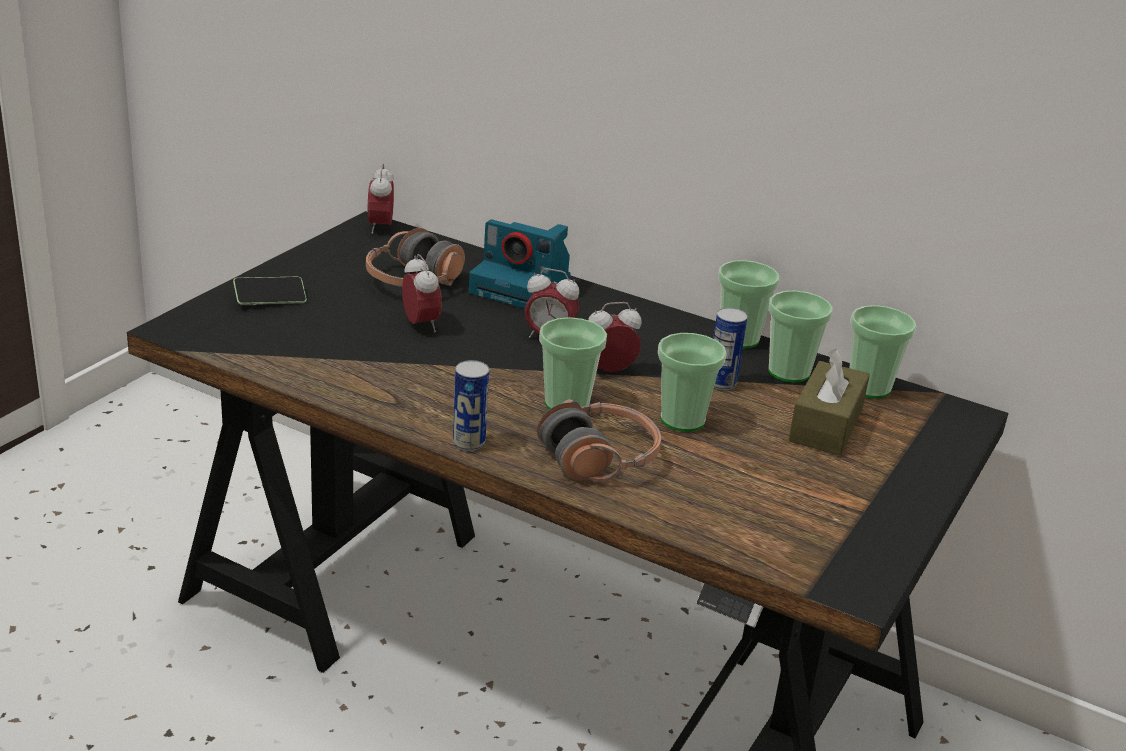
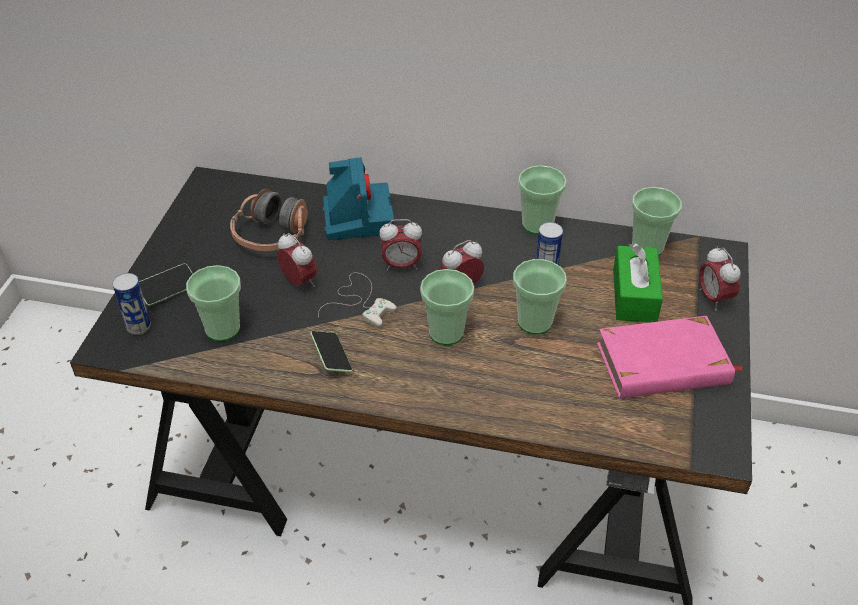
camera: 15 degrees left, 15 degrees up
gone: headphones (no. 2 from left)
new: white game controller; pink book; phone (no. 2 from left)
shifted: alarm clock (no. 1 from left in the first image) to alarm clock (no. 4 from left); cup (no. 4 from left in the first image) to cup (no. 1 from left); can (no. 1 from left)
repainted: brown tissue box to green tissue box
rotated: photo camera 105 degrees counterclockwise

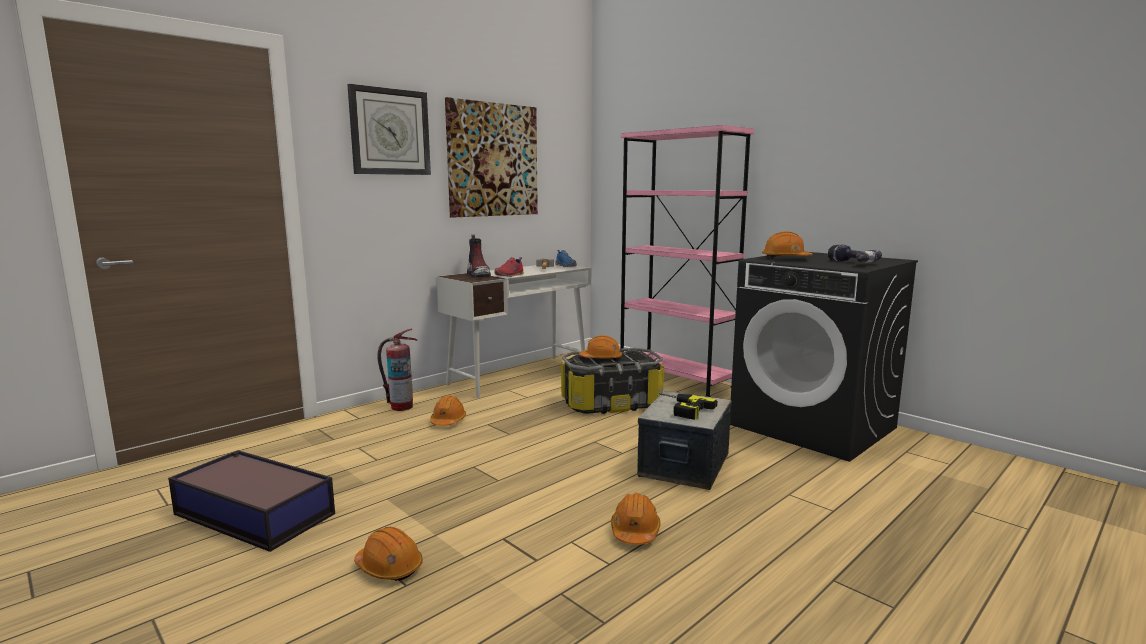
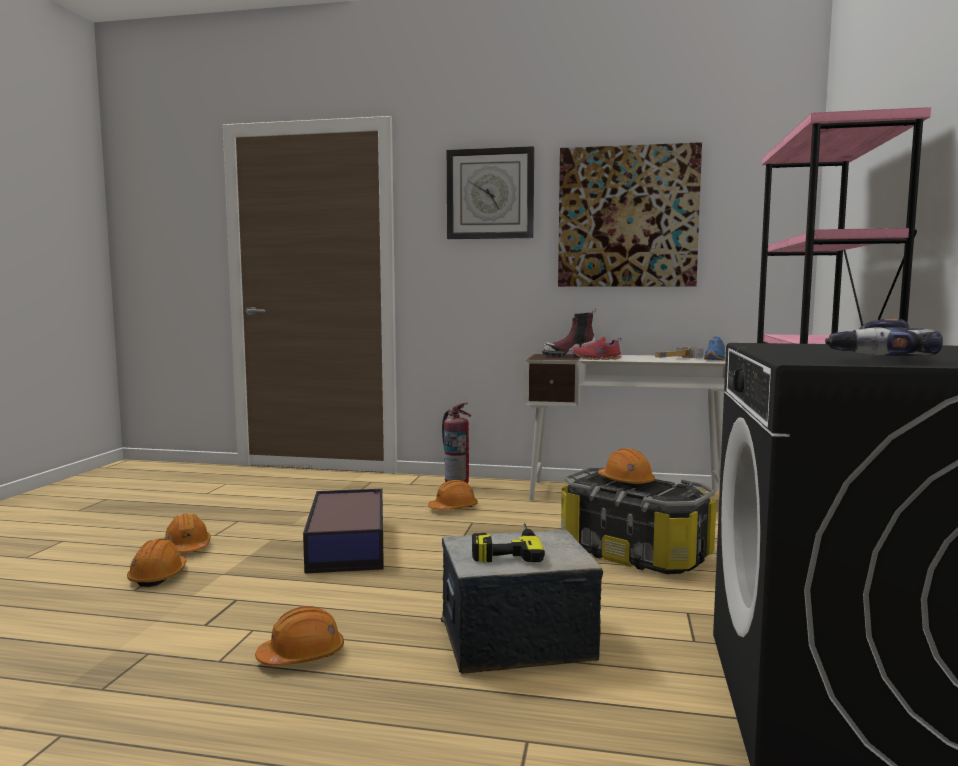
camera: 55 degrees right, 5 degrees down
shifted: orange hard hat (no. 5 from left in the first image) to orange hard hat (no. 2 from left); storage box (no. 1 from left)
rotated: boot 60 degrees clockwise

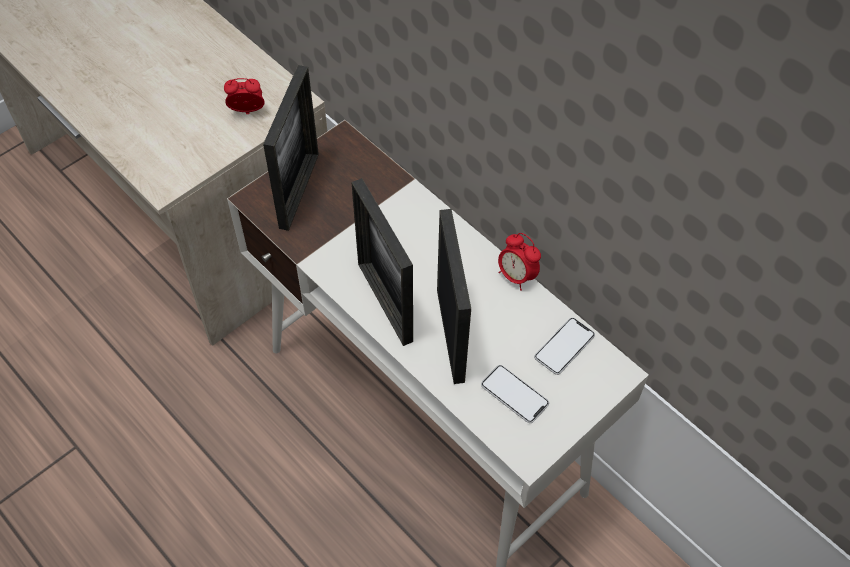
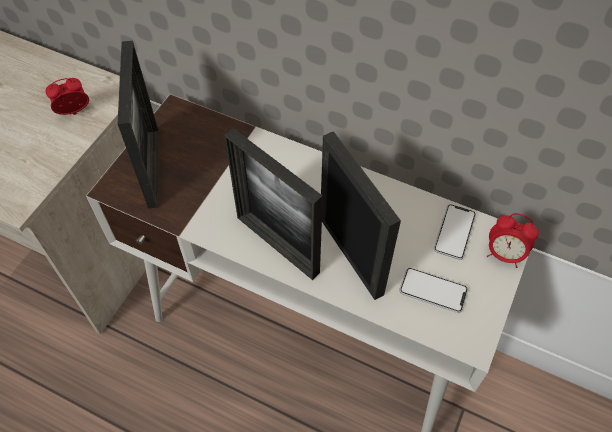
camera: 20 degrees left, 0 degrees up
shifted: alarm clock (no. 2 from left)

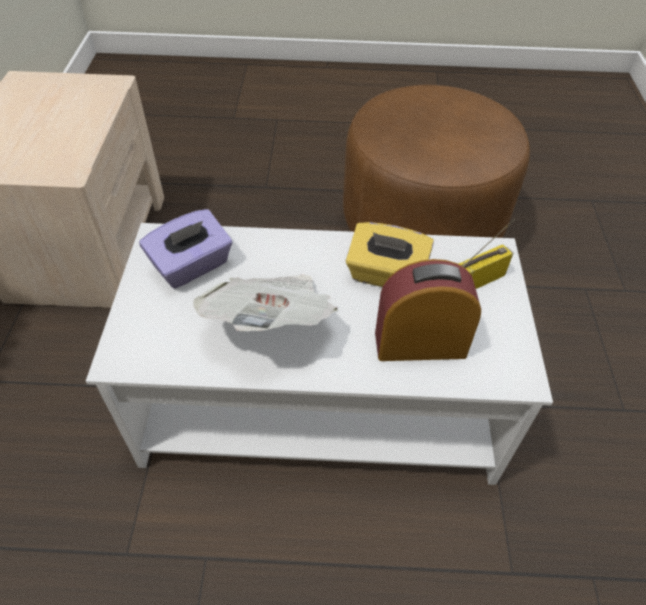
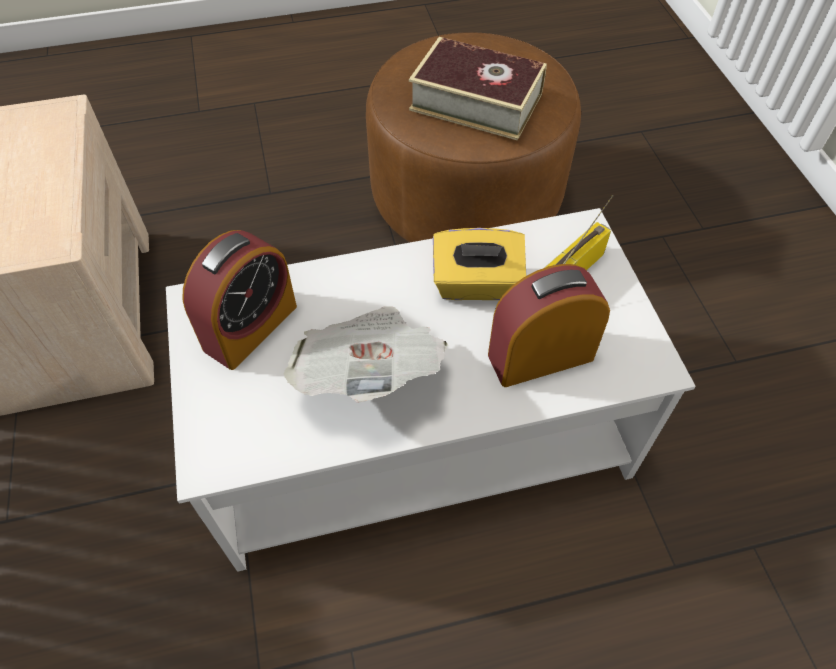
camera: 15 degrees left, 5 degrees up
new: book
swapped: purple tissue box to alarm clock (no. 1 from left)

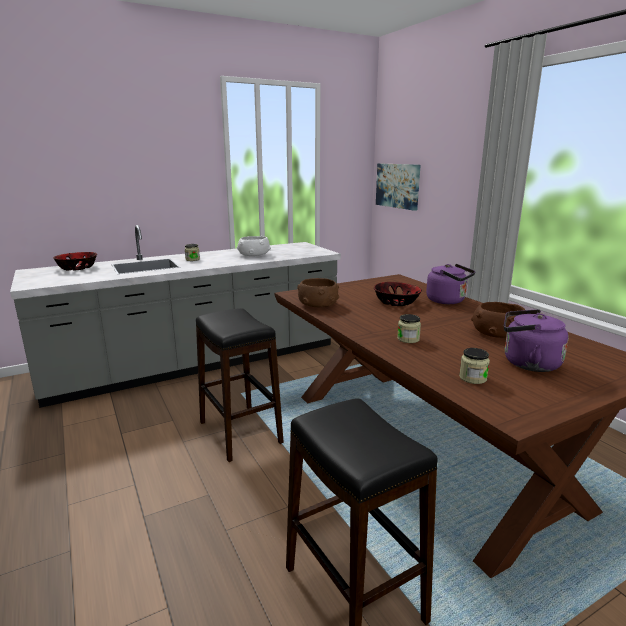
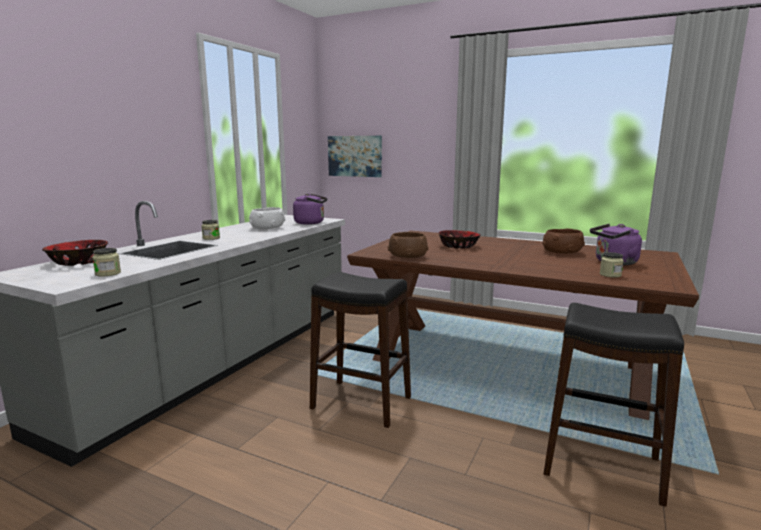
camera: 35 degrees left, 5 degrees down
shifted: purple kettle (no. 1 from left); jar (no. 2 from left in the first image) to jar (no. 1 from left)

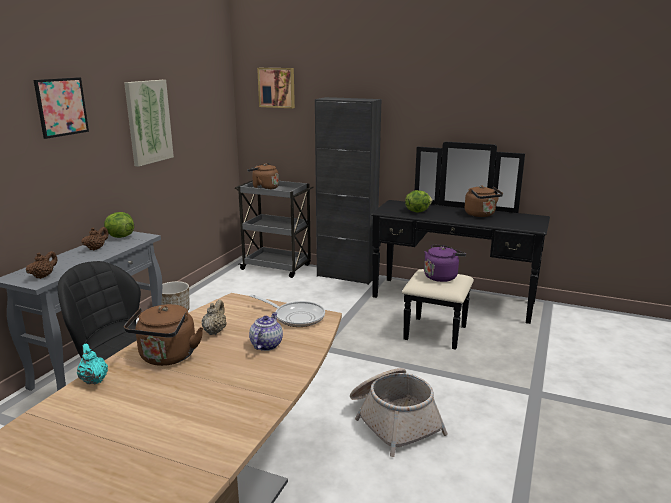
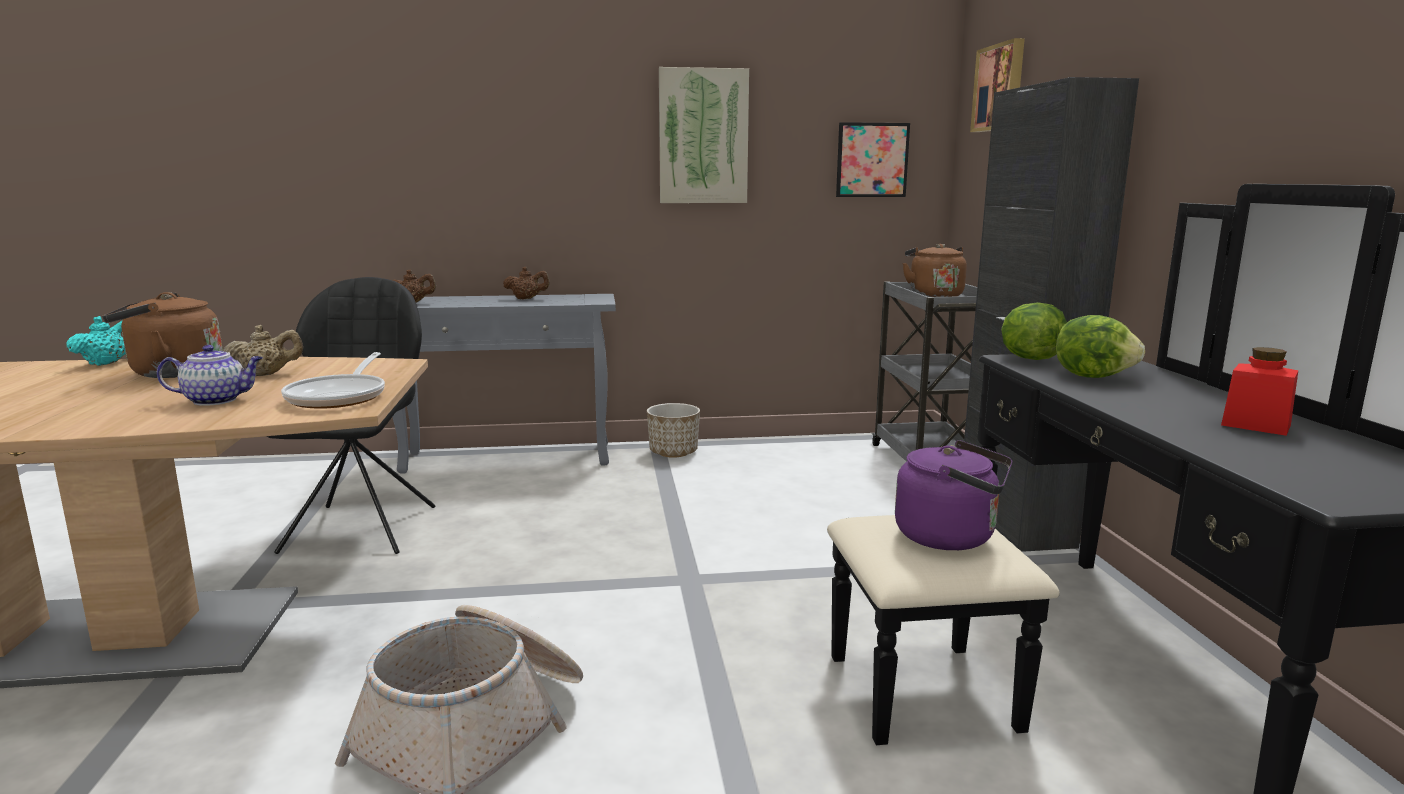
camera: 60 degrees right, 5 degrees down
shifted: picture (no. 1 from left in the first image) to picture (no. 2 from left); lettuce (no. 1 from left)
swapped: brown kettle (no. 3 from left) to red jar

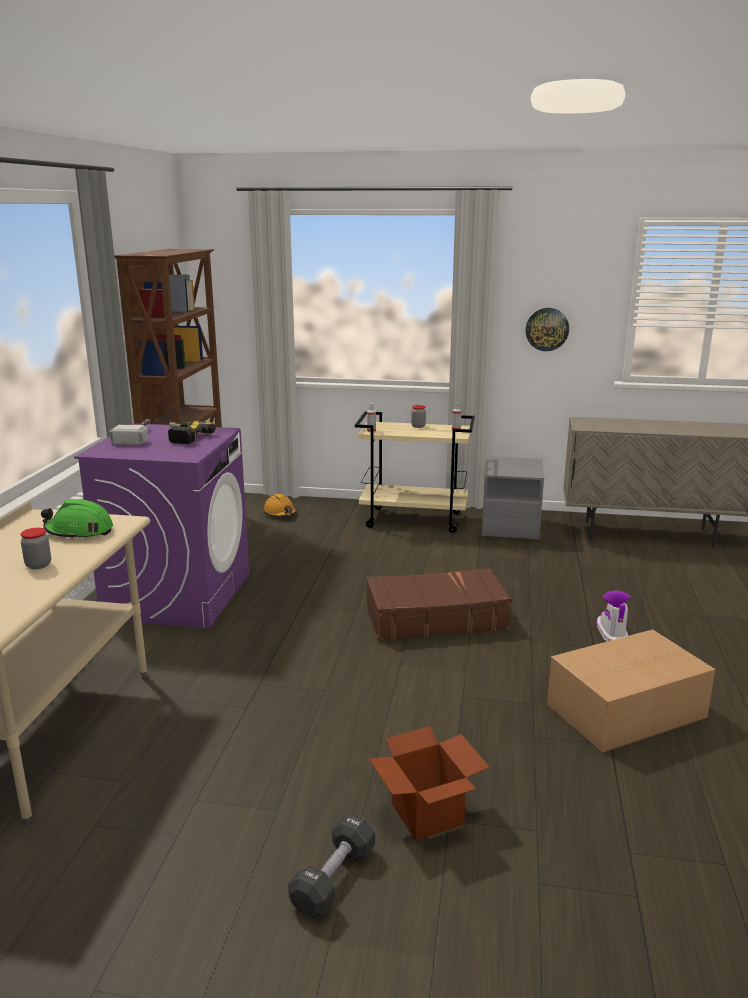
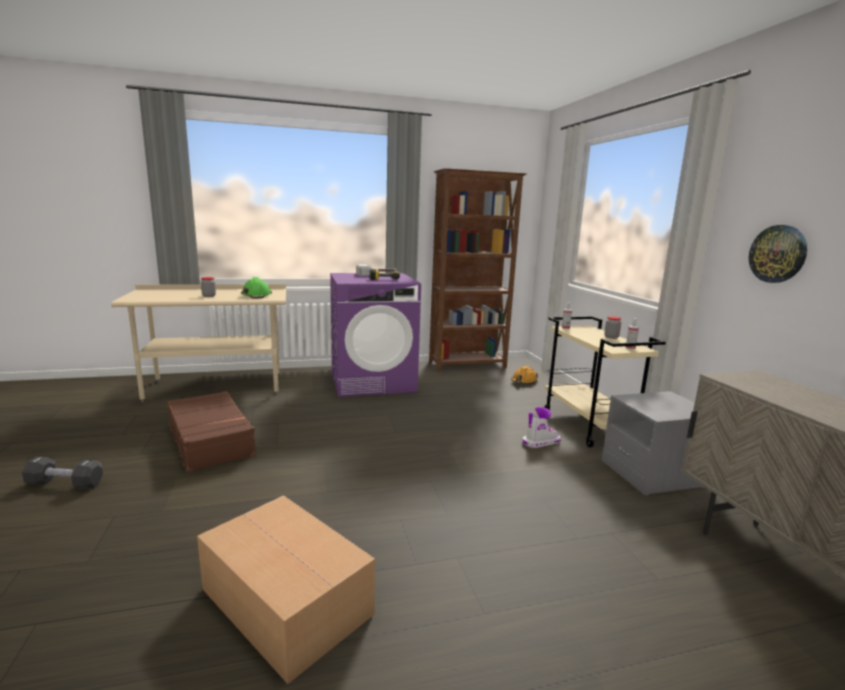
camera: 65 degrees right, 5 degrees down
gone: cardboard box (no. 1 from left)
shifted: brown suitcase; boot

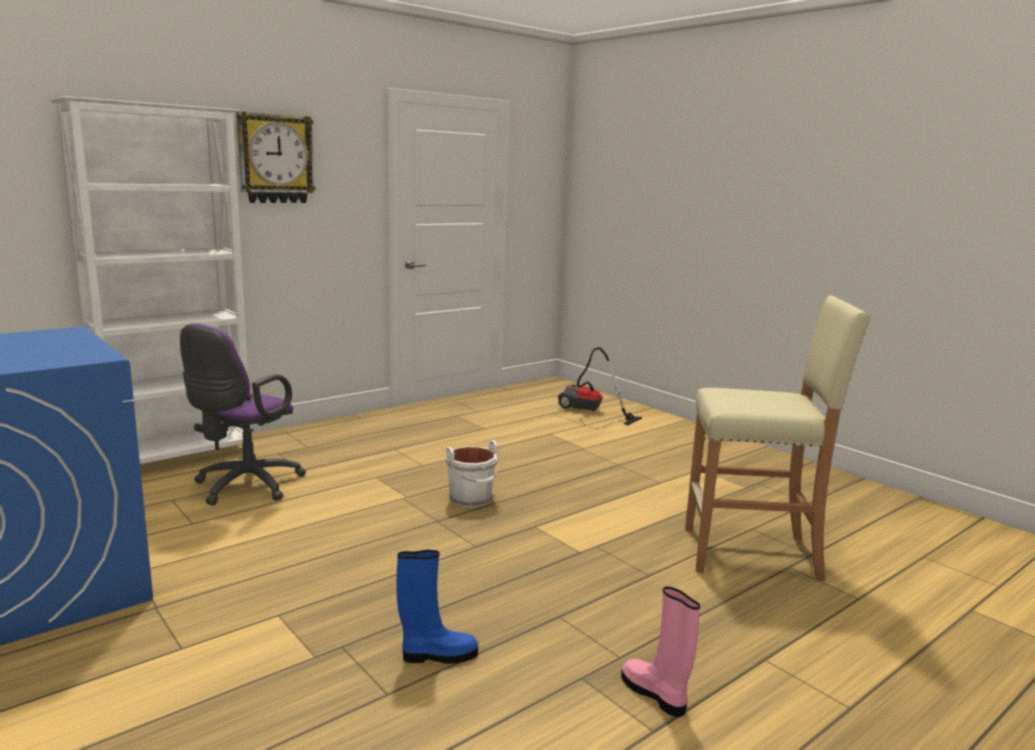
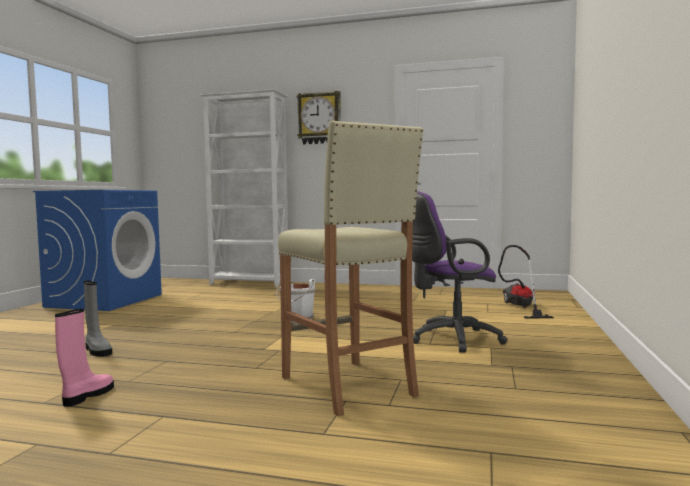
camera: 55 degrees right, 10 degrees down
shifted: purple office chair
repainted: blue boot to grey boot

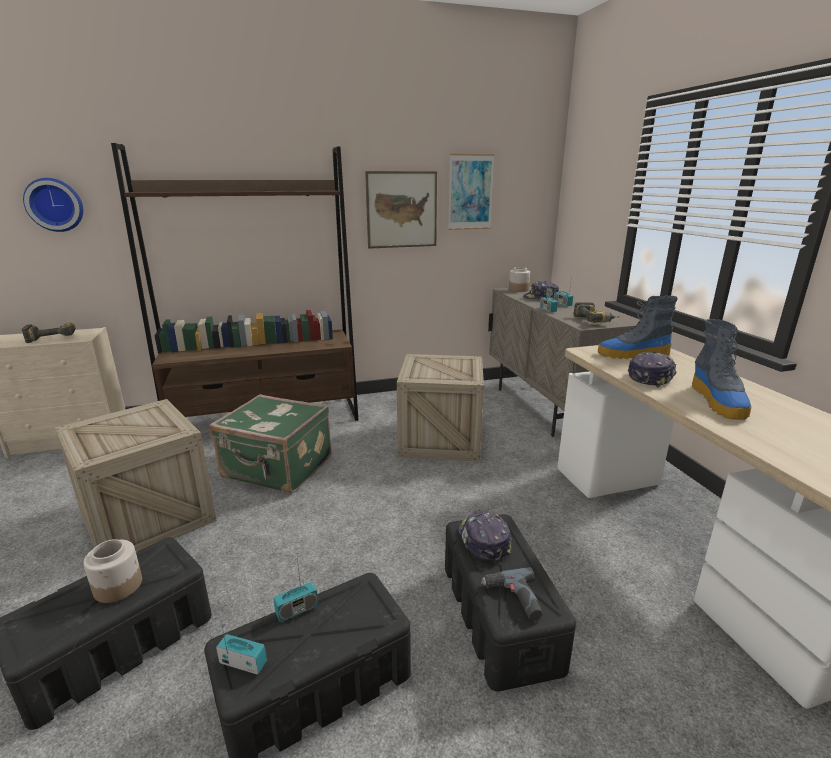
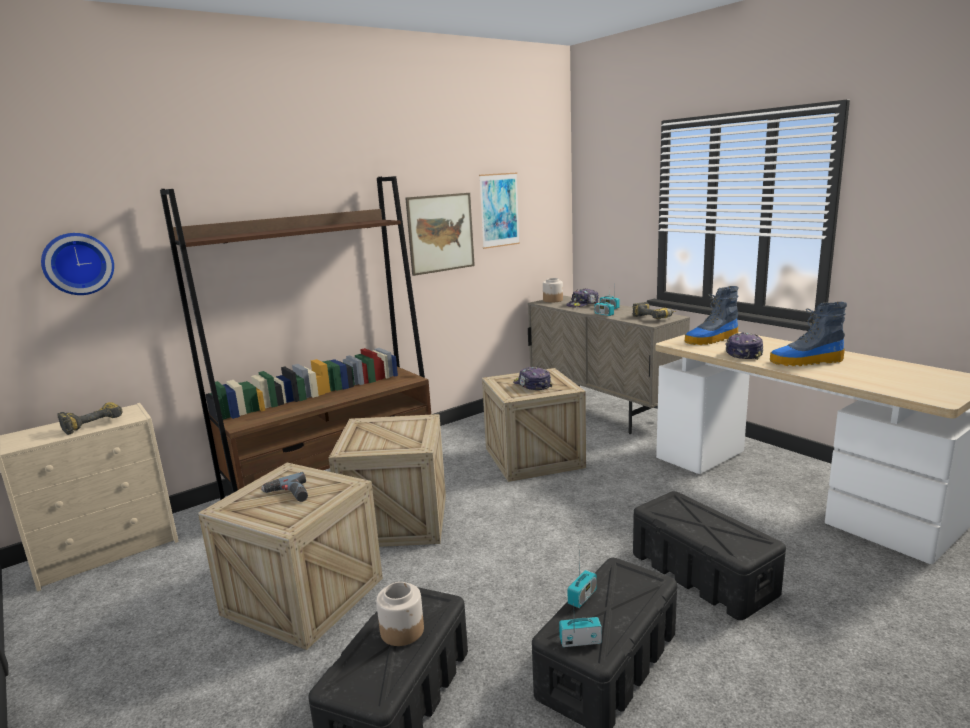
camera: 20 degrees left, 5 degrees down
shifted: cap (no. 1 from left); power drill (no. 2 from left)
swapped: green suitcase to crate (no. 2 from left)
rotated: boot (no. 2 from left) 105 degrees clockwise

